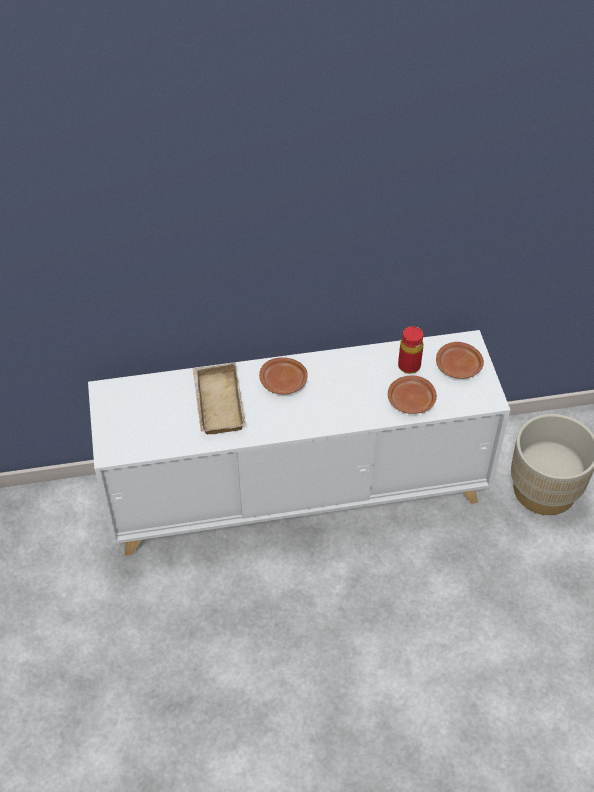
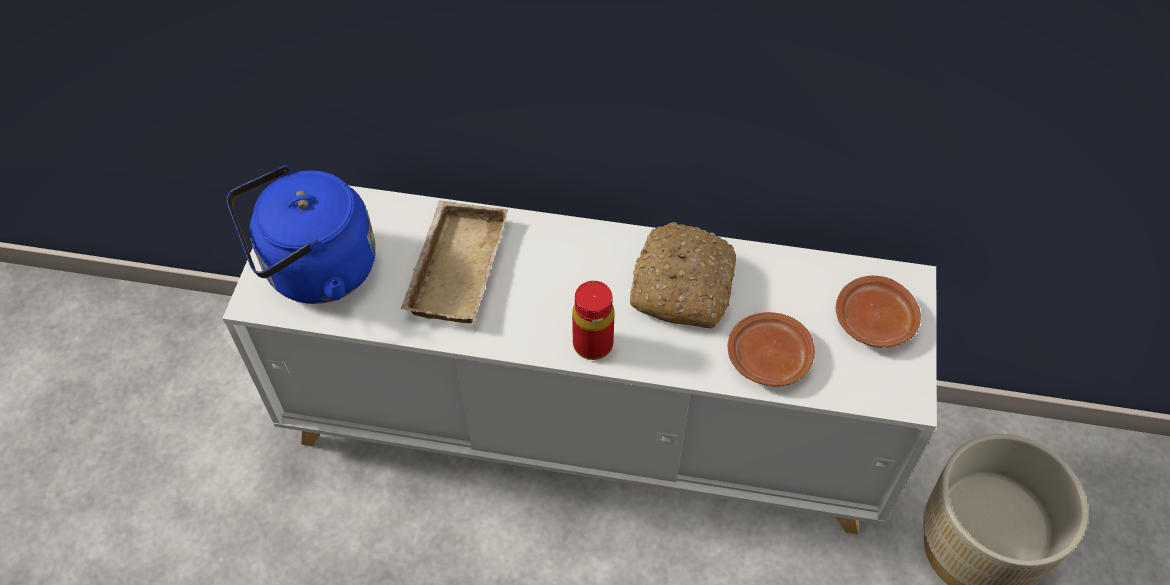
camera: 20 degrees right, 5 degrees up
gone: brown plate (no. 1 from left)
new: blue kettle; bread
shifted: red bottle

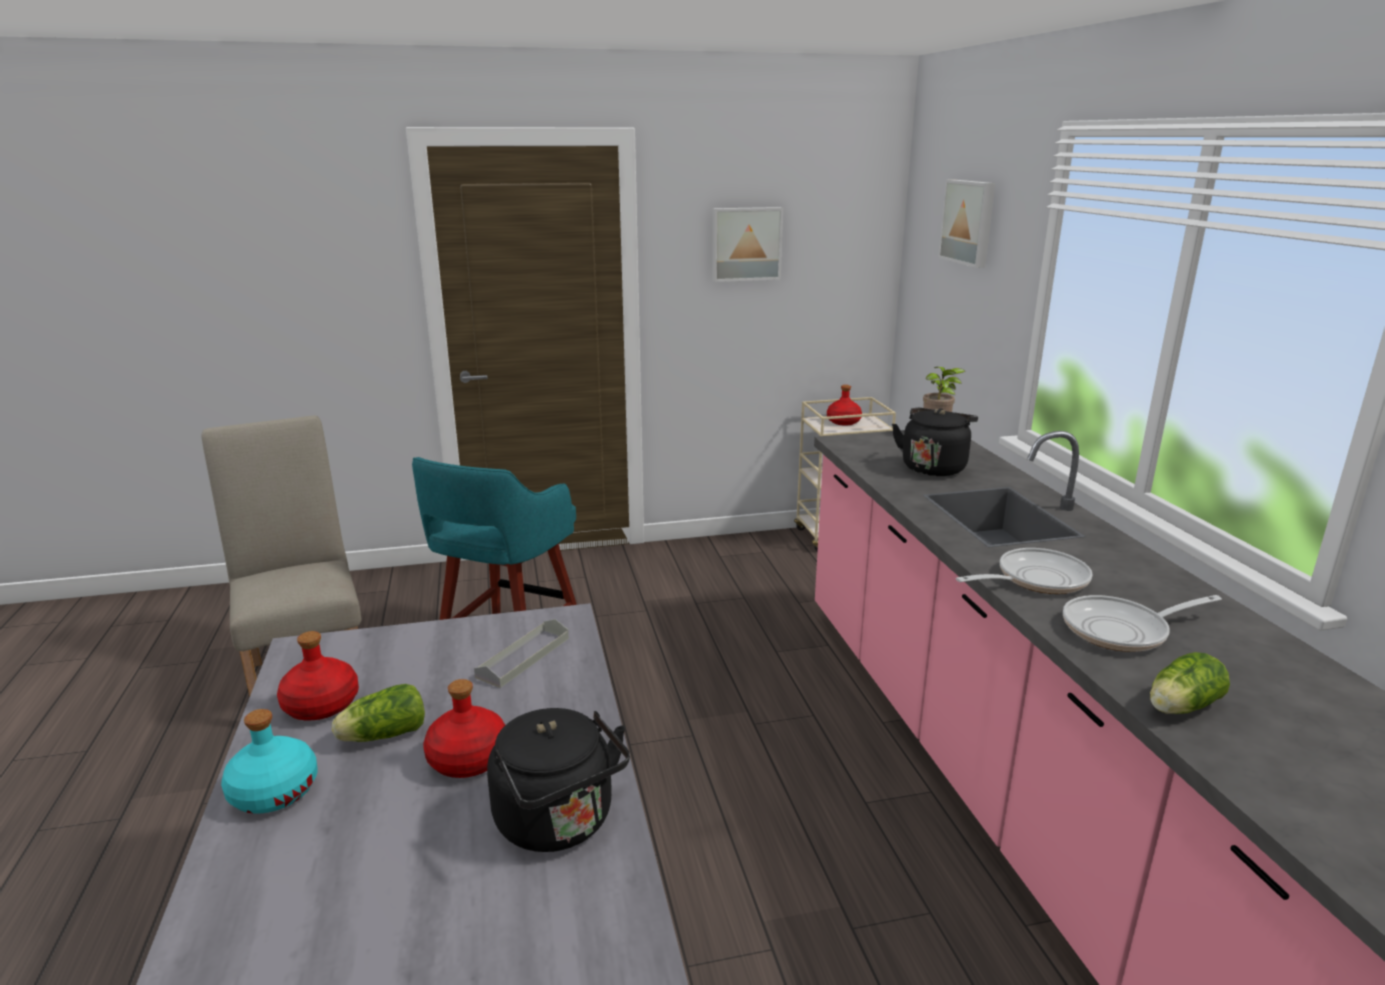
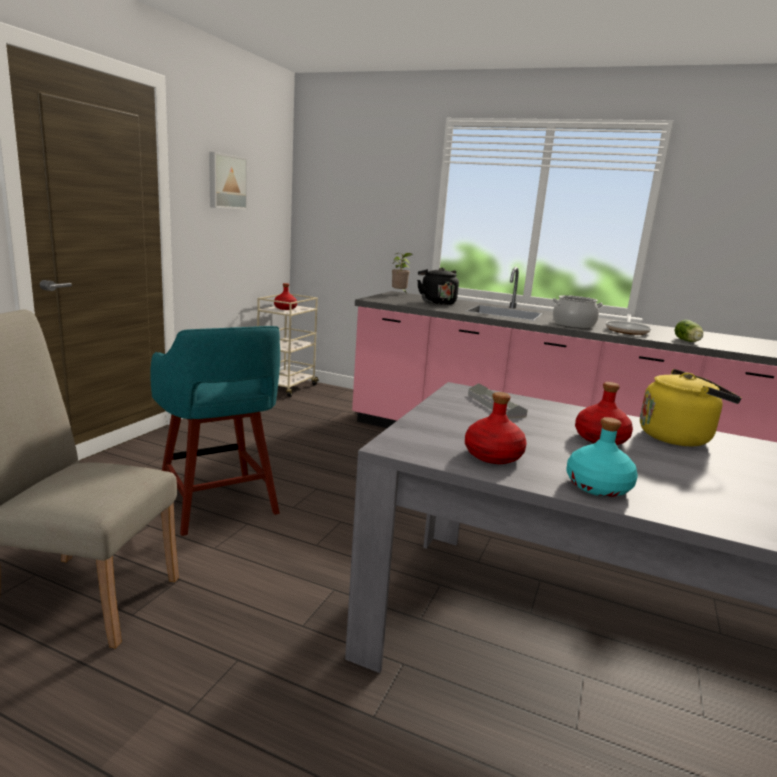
camera: 55 degrees left, 5 degrees down
gone: picture (no. 2 from left); lettuce (no. 1 from left)
swapped: frying pan (no. 1 from left) to cooking pot
repainted: black kettle (no. 1 from left) to yellow kettle

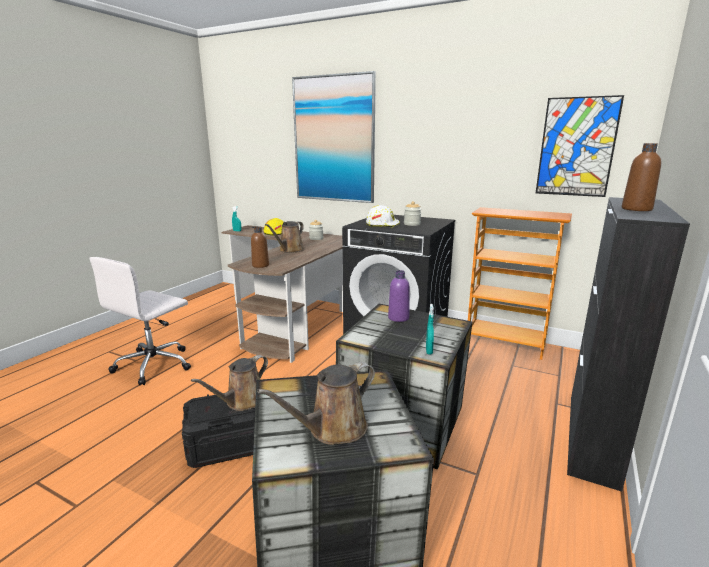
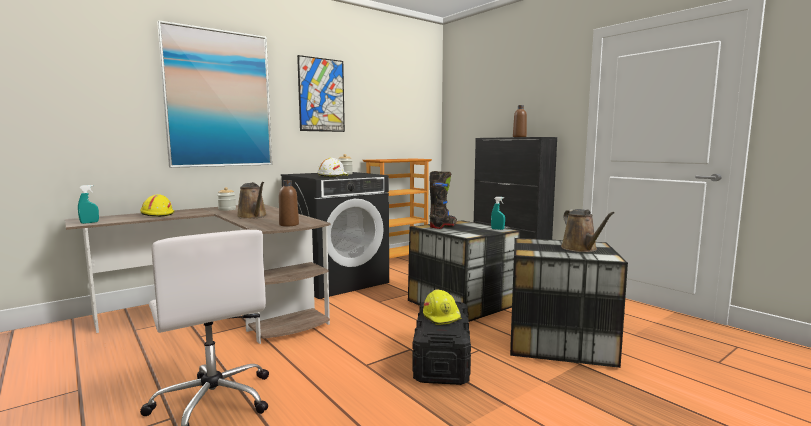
camera: 65 degrees left, 10 degrees down
shifted: picture (no. 2 from left)
swapped: purple bottle to black boot; brown watering can (no. 1 from left) to yellow hard hat (no. 2 from left)

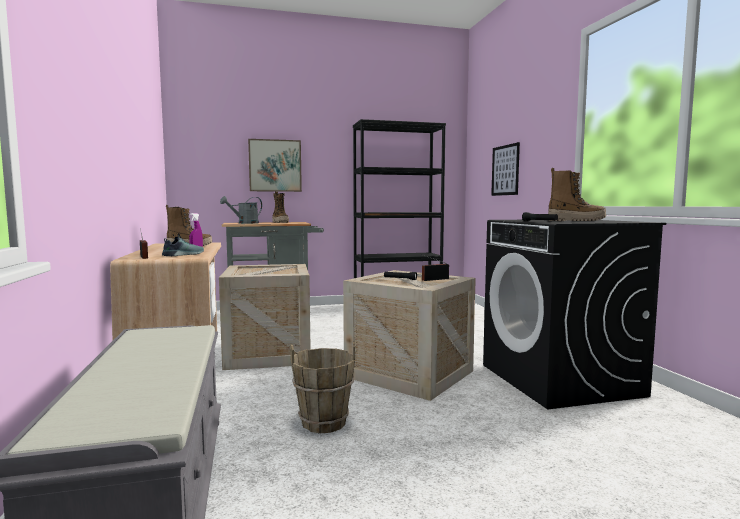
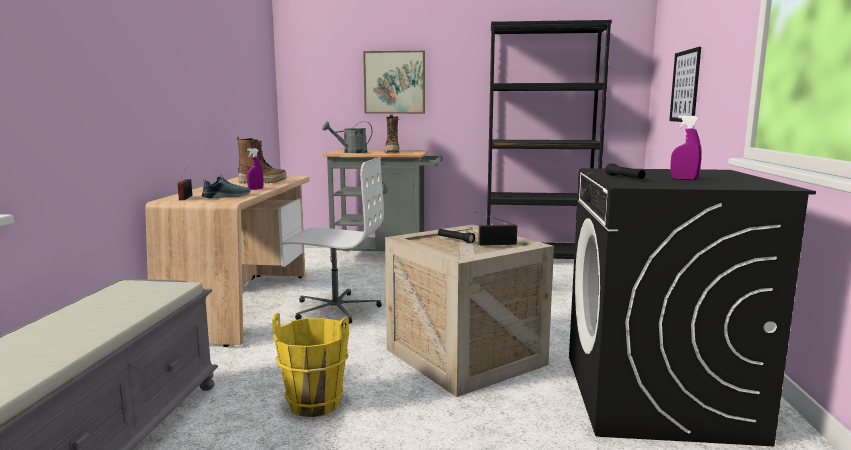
camera: 20 degrees right, 5 degrees up
swapped: boot (no. 3 from left) to purple spray bottle (no. 2 from left); crate (no. 1 from left) to white office chair
repainted: brown bucket to yellow bucket

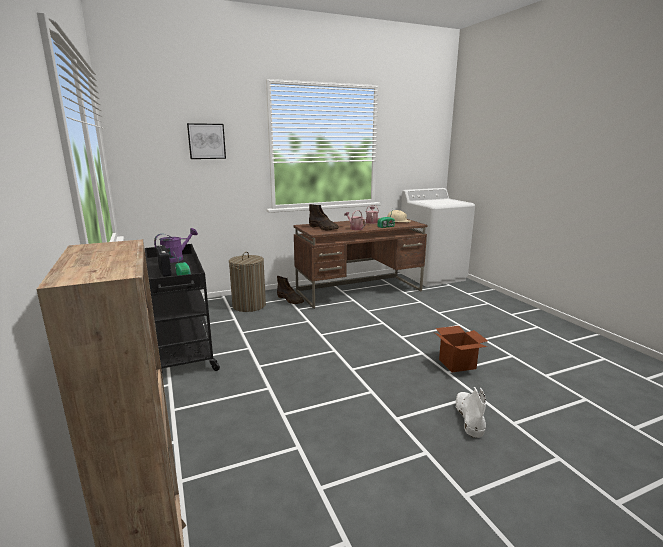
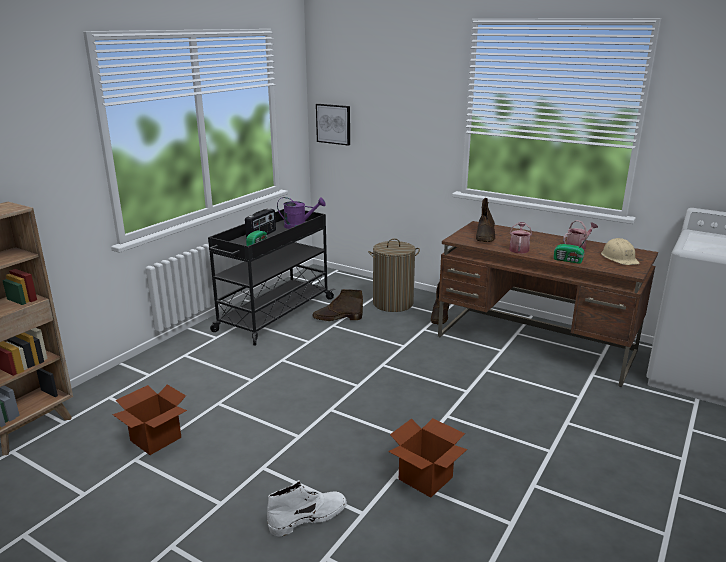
camera: 55 degrees right, 5 degrees up
new: brown boot (no. 1 from left); cardboard box (no. 1 from left)
shifted: picture

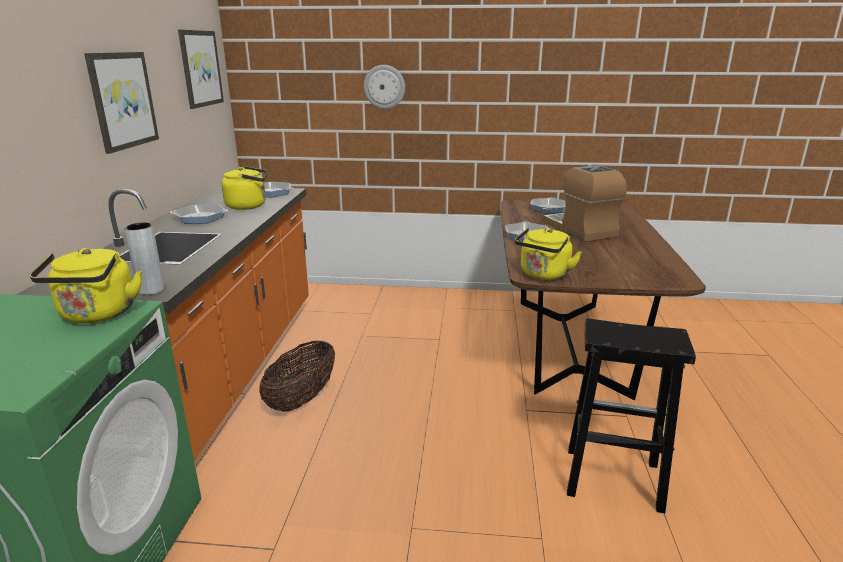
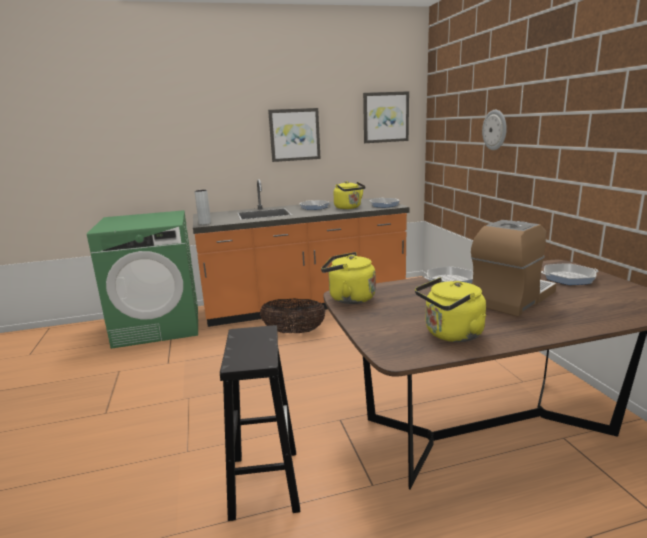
camera: 70 degrees right, 5 degrees down
shifted: yellow kettle (no. 1 from left in the first image) to yellow kettle (no. 3 from left)

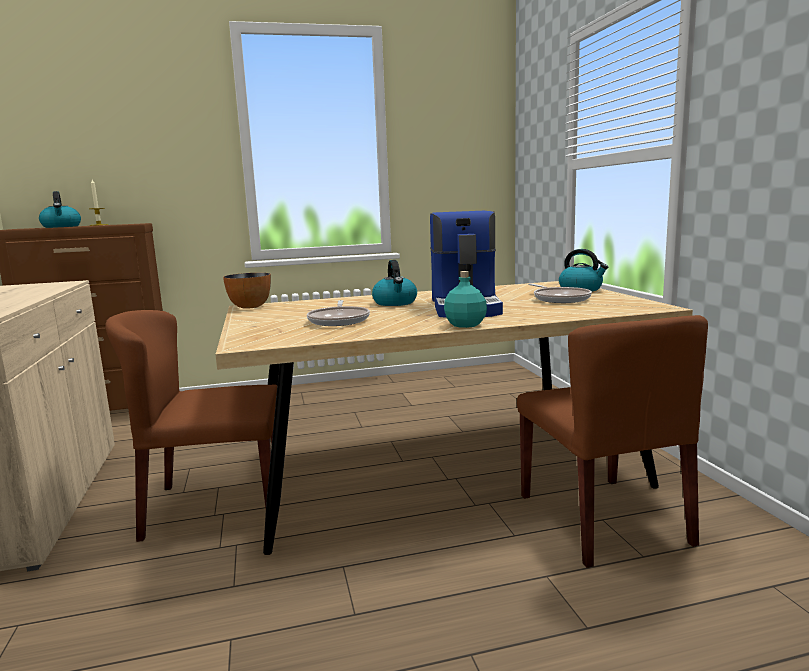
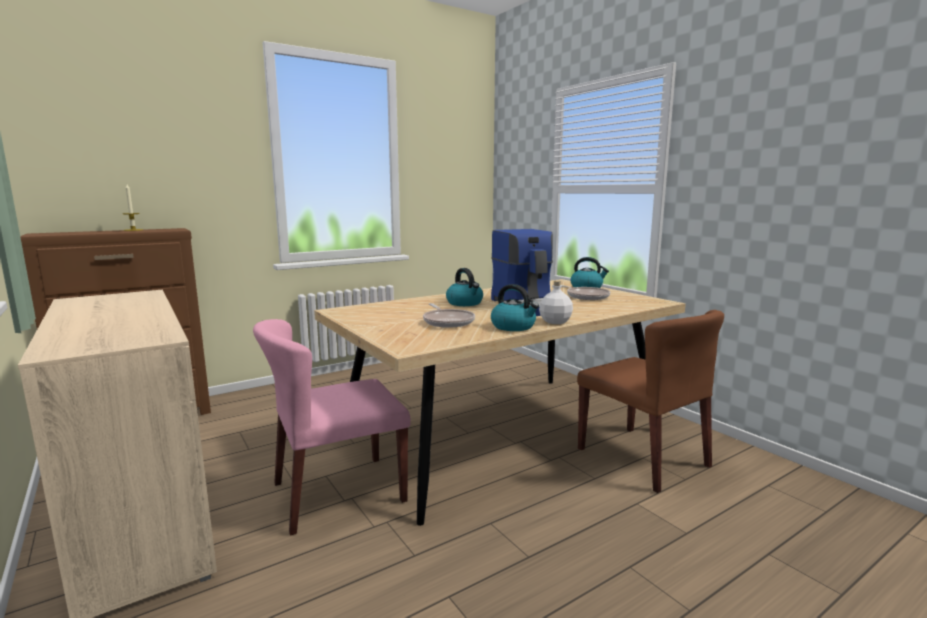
camera: 20 degrees left, 0 degrees up
gone: bowl
shifted: kettle (no. 1 from left in the first image) to kettle (no. 2 from left)
repainted: turquoise bottle to white bottle; brown chair (no. 1 from left) to pink chair

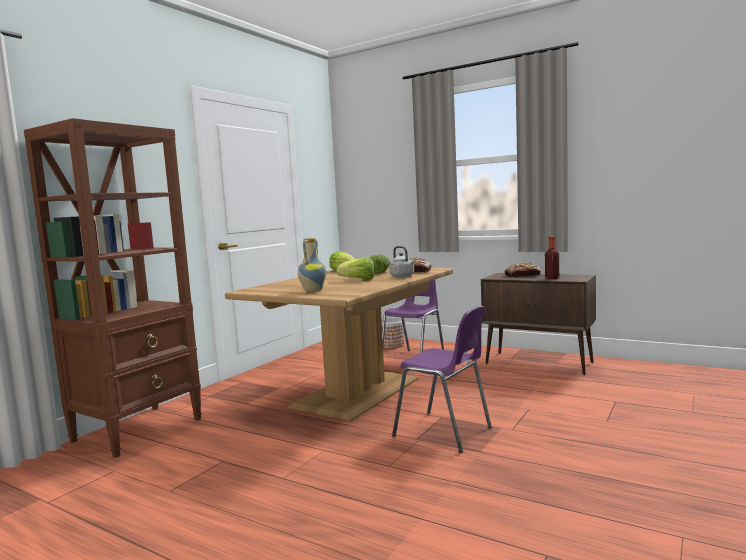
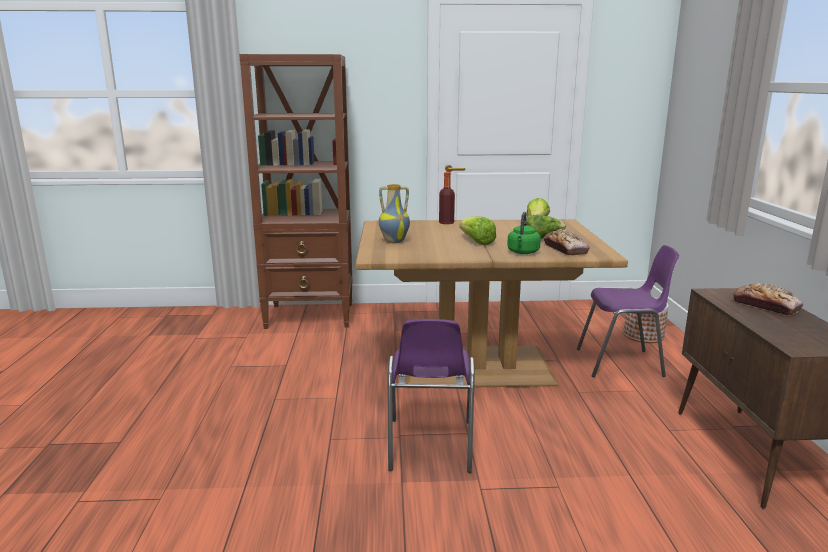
camera: 55 degrees right, 10 degrees up
shifted: bottle
repainted: grey kettle to green kettle

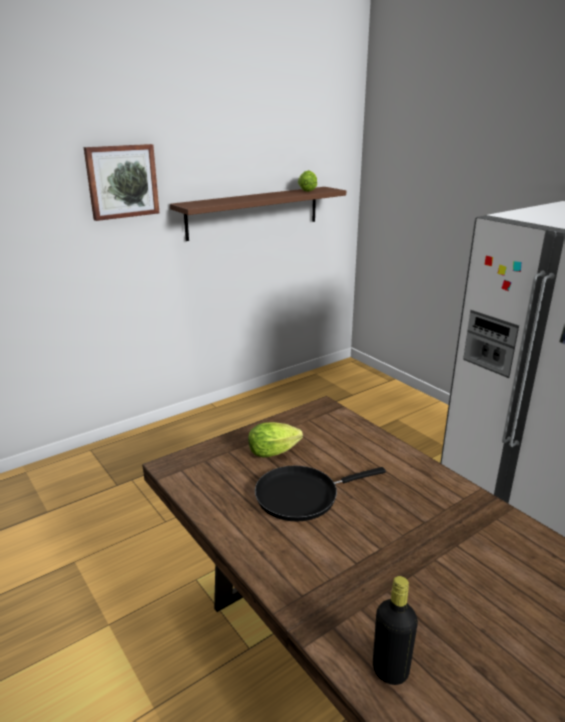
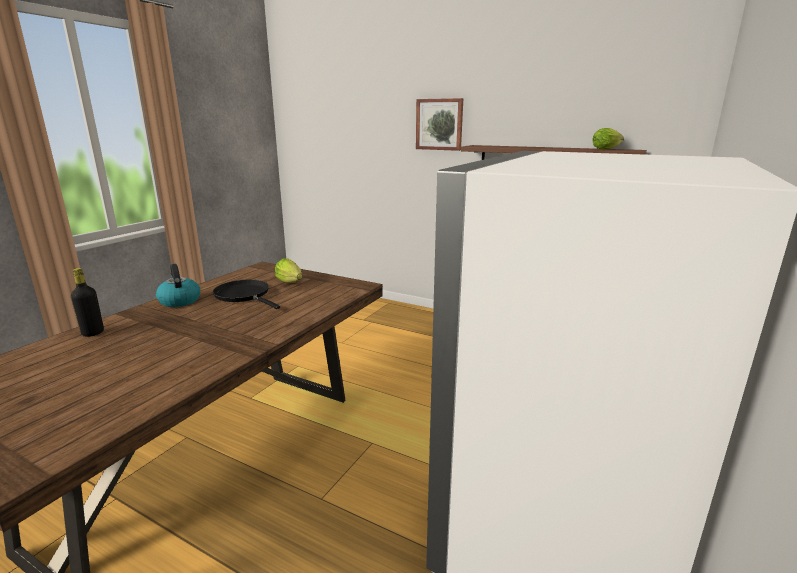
camera: 65 degrees right, 5 degrees down
new: kettle

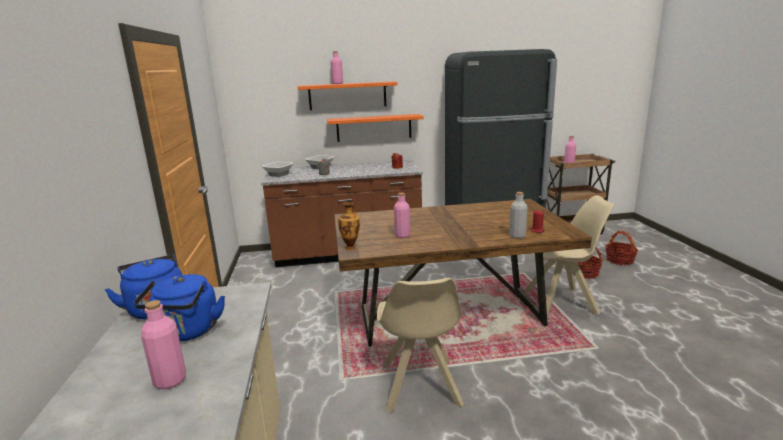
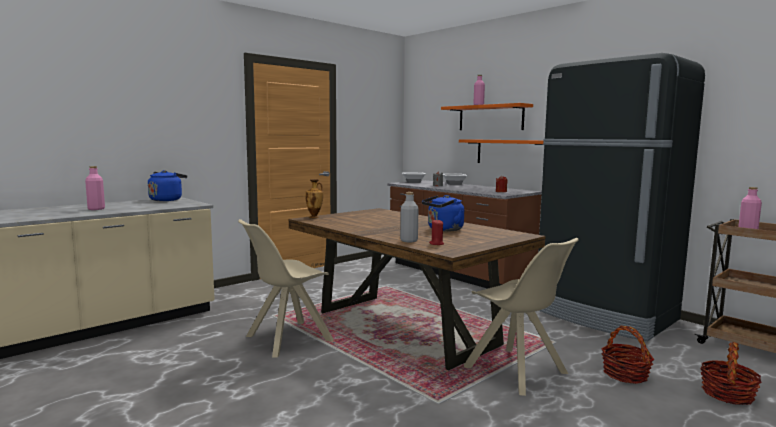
camera: 55 degrees right, 10 degrees down
gone: pink bottle (no. 3 from left)
shifted: blue kettle (no. 2 from left)

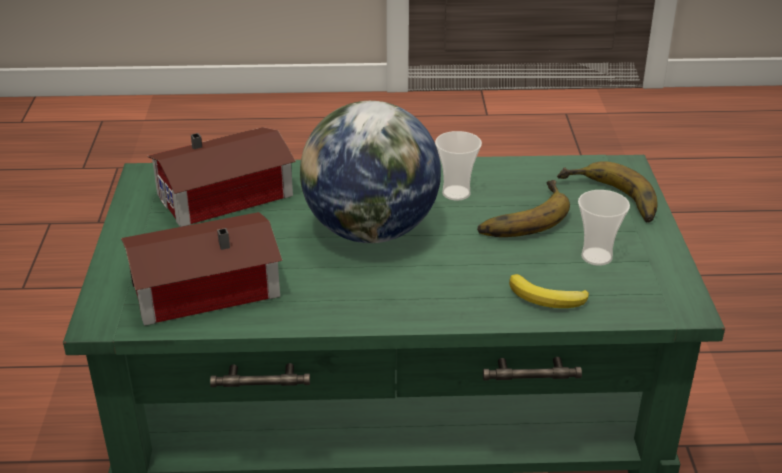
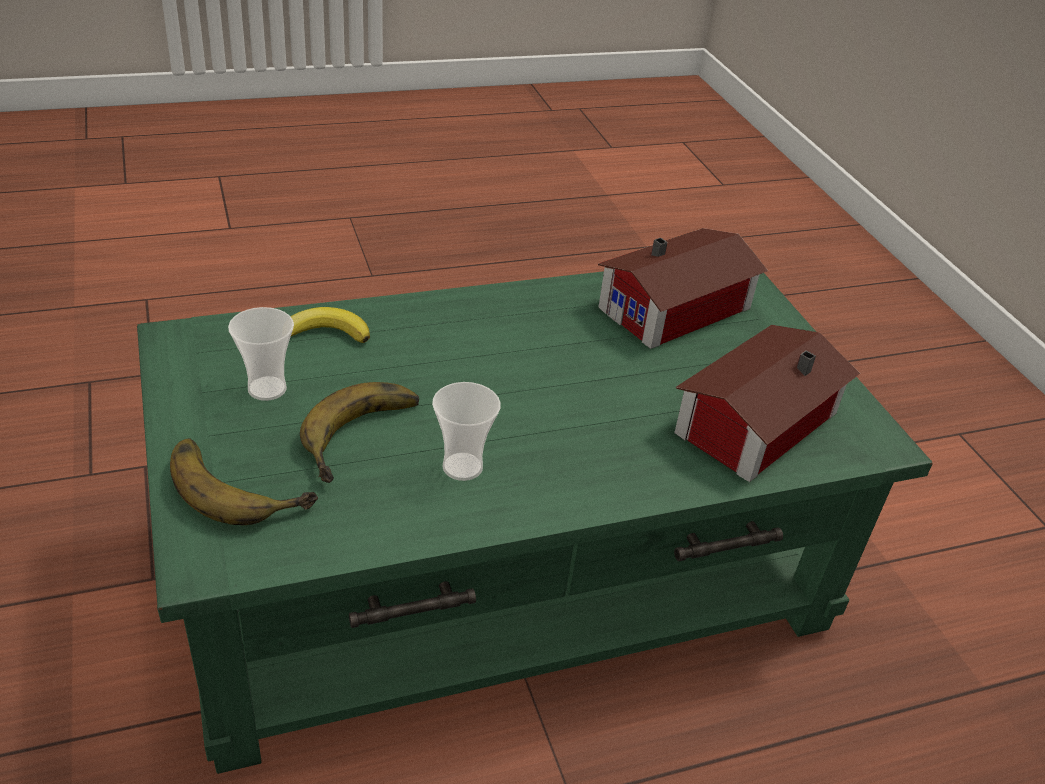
camera: 160 degrees right, 5 degrees up
gone: globe

